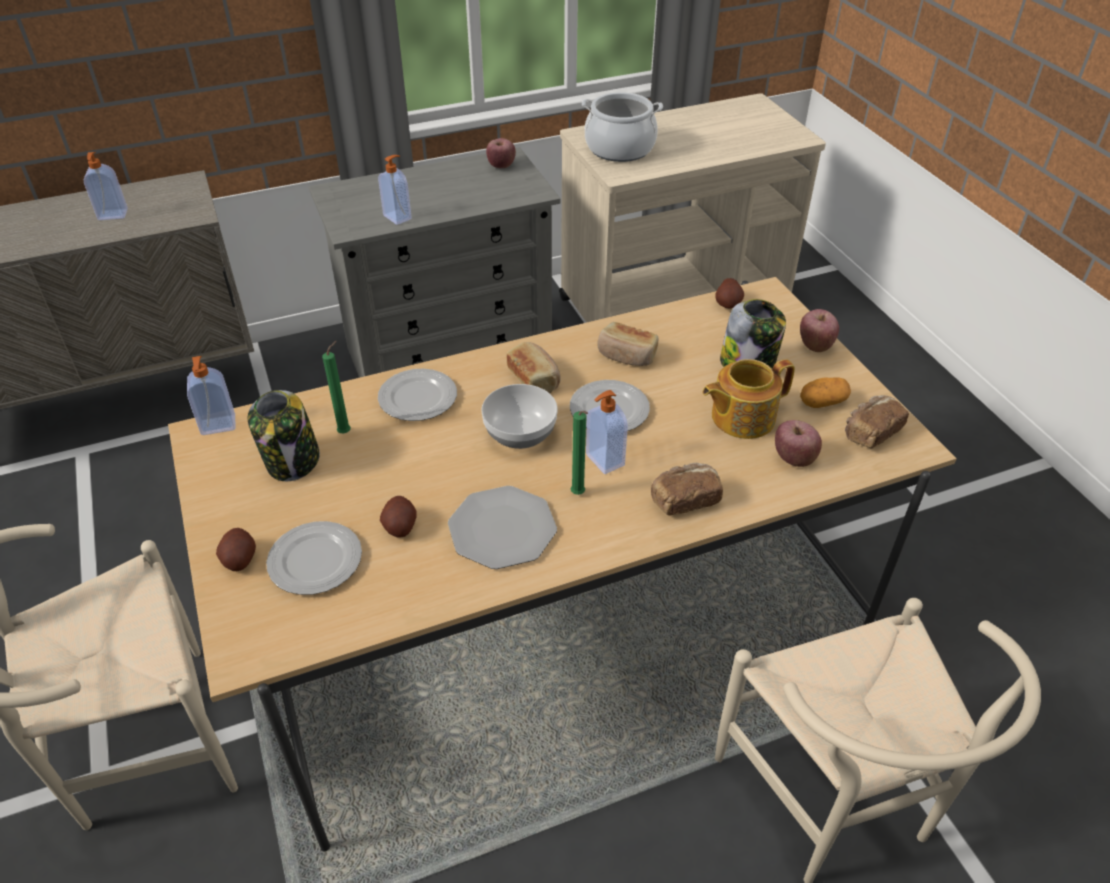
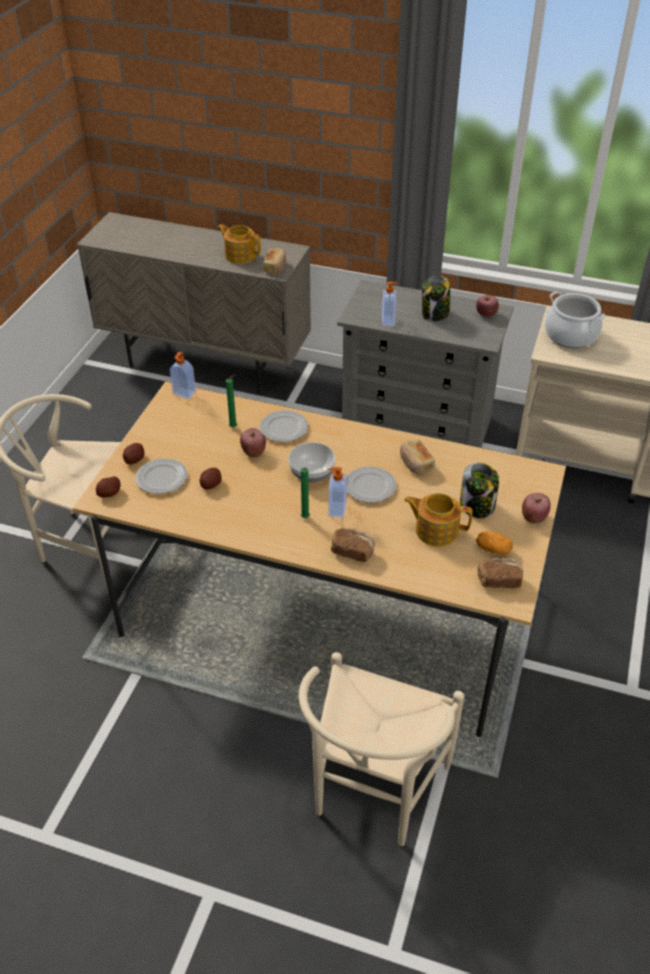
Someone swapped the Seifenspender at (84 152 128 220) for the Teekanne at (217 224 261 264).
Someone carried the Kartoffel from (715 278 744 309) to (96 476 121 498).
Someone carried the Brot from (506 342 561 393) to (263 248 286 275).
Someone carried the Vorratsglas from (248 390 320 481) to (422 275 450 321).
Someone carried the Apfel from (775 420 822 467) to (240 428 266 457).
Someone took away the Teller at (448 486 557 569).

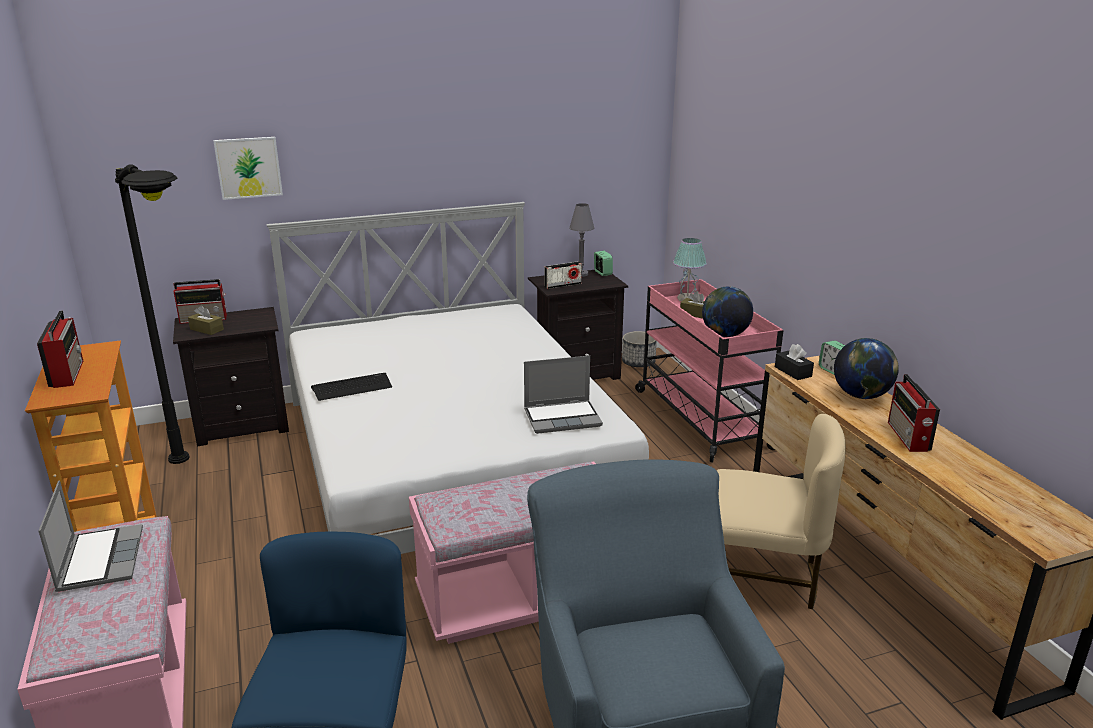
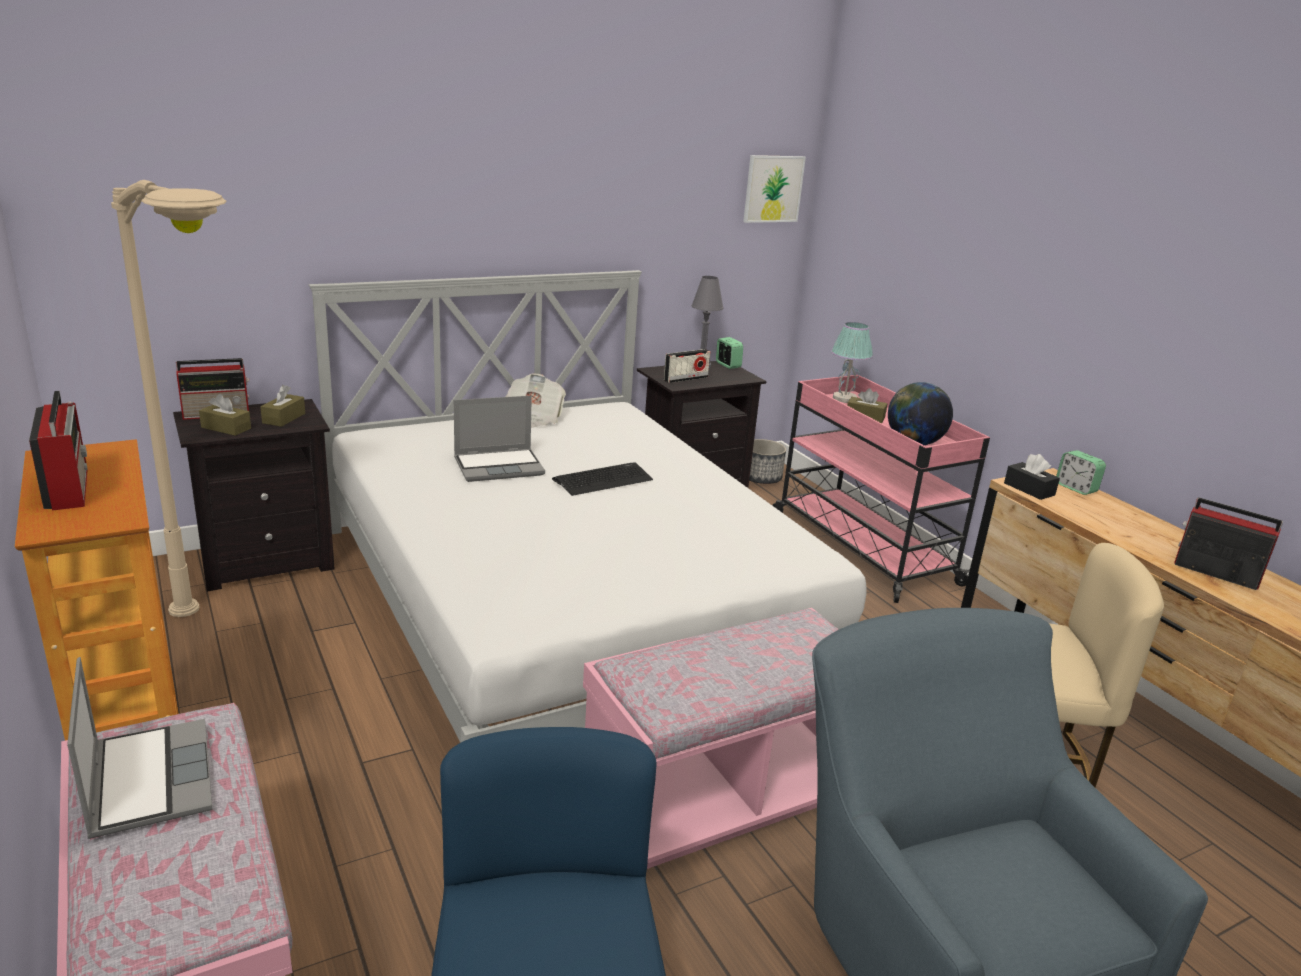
Someone carried the Bild from (213 137 283 200) to (743 155 806 223).
Someone repainted the Stehlampe [schwarz] at (115 164 190 464), which became the Stehlampe [beige] at (111 180 227 617).
Someone took away the Globus at (834 338 899 399).
Someone carried the Laptop from (524 356 603 434) to (454 396 545 482).
Someone carried the Tastatur from (311 373 392 401) to (552 462 653 496).
Someone rotated the Radio at (888 374 940 452) by 135 degrees clockwise.
Someone put down the Zeitung at (506 373 566 428).
Someone put down the Taschentuchbox [braun] at (260 385 305 427).

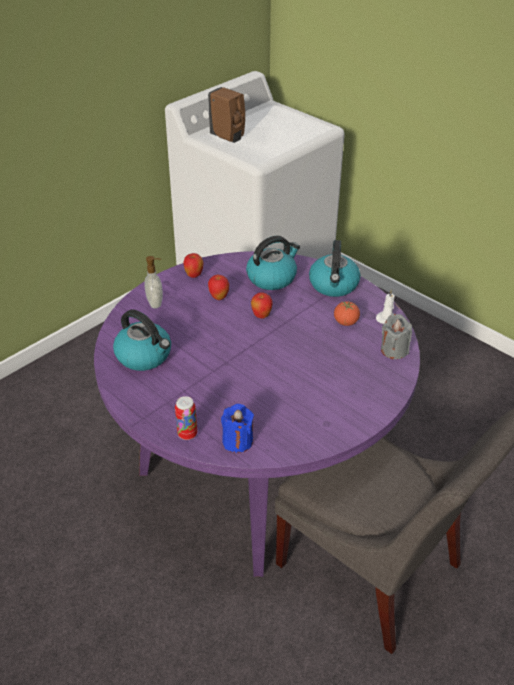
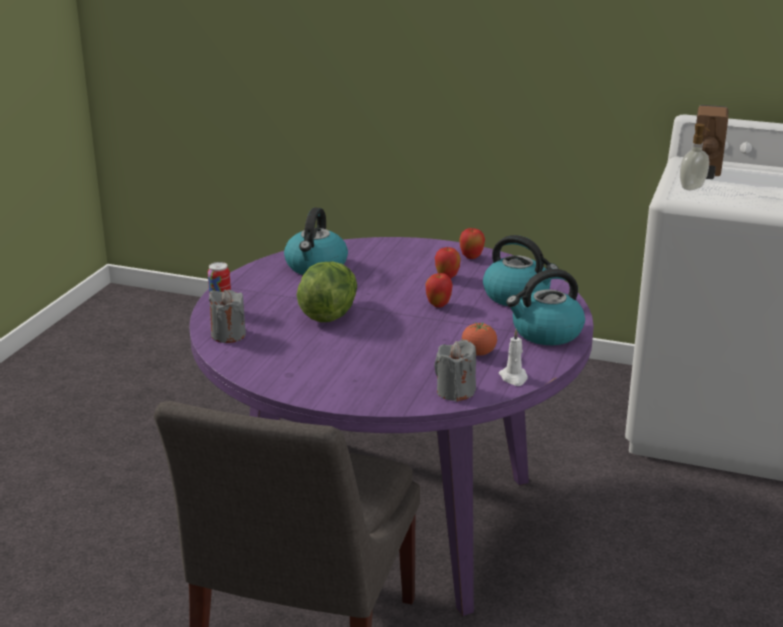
Someone carried the Seifenspender from (144 256 163 309) to (680 123 710 190).
Someone repainted the Kerze [blau] at (221 404 254 453), which became the Kerze [grau] at (209 289 246 343).
Someone put down the Salatkopf at (297 261 357 322).

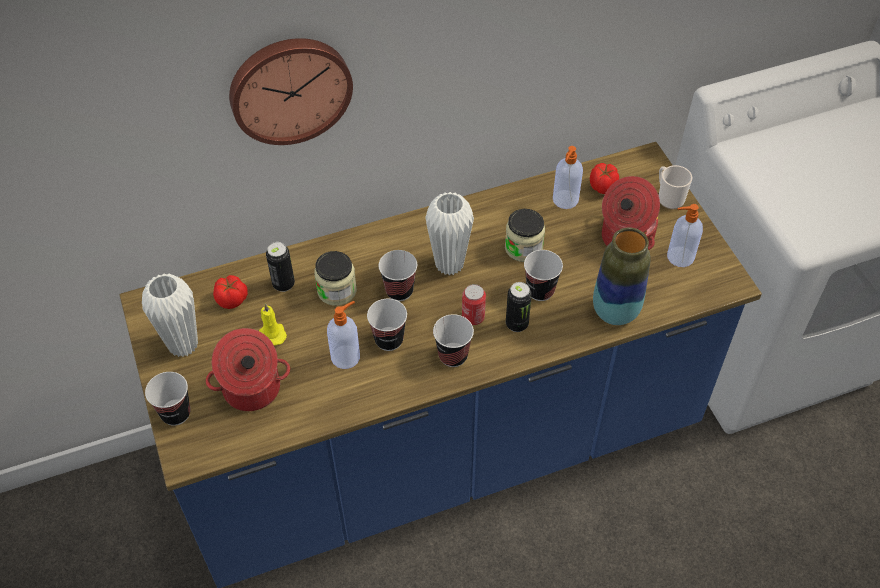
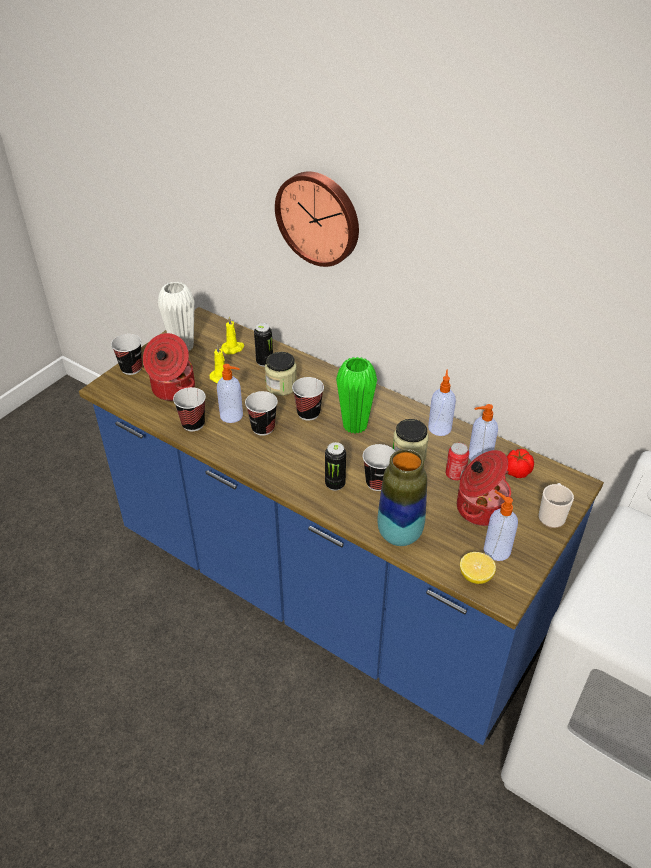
Someone repainted the Vase [weiß] at (425 192 474 275), which became the Vase [grün] at (336 357 377 434).
Someone swapped the Tomate at (213 275 248 309) for the Kerze [gelb] at (221 316 244 354).
Someone carried the Dose from (462 284 486 325) to (446 443 469 481).
Someone carried the Tasse from (433 314 474 367) to (173 387 206 431).
Someone put down the Seifenspender at (428 369 456 436).
Someone put down the Zitrone at (460 552 496 584).

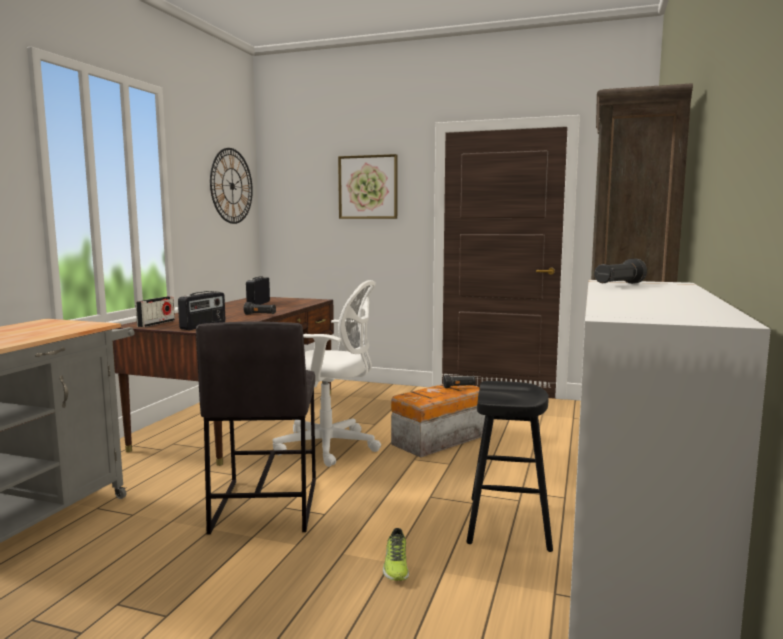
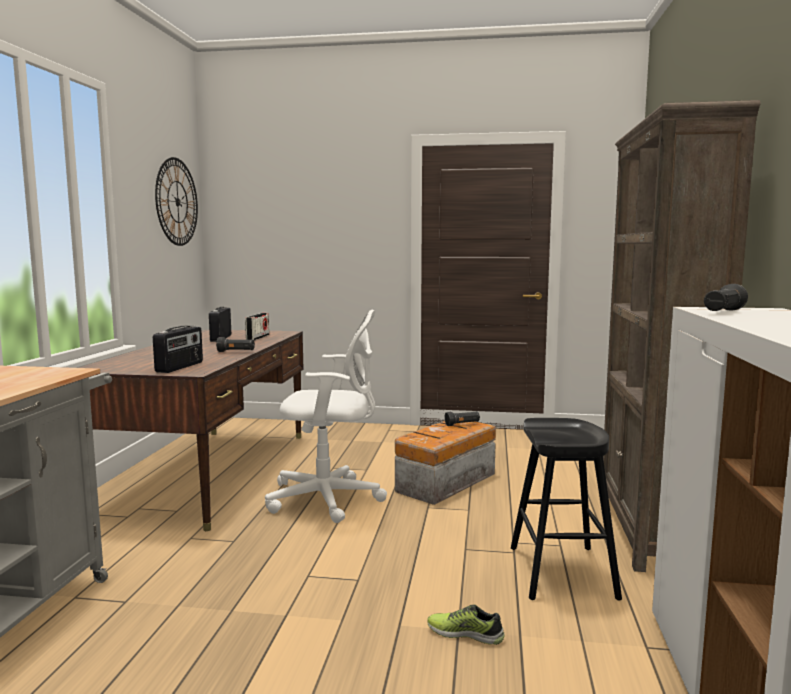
Someone took away the Bild at (338 154 397 219).
Someone carried the Radio from (136 296 175 327) to (245 313 269 341).
Someone took away the Hocker [grau] at (196 322 316 534).
Someone rotated the Schuh at (383 528 409 581) by 120 degrees clockwise.

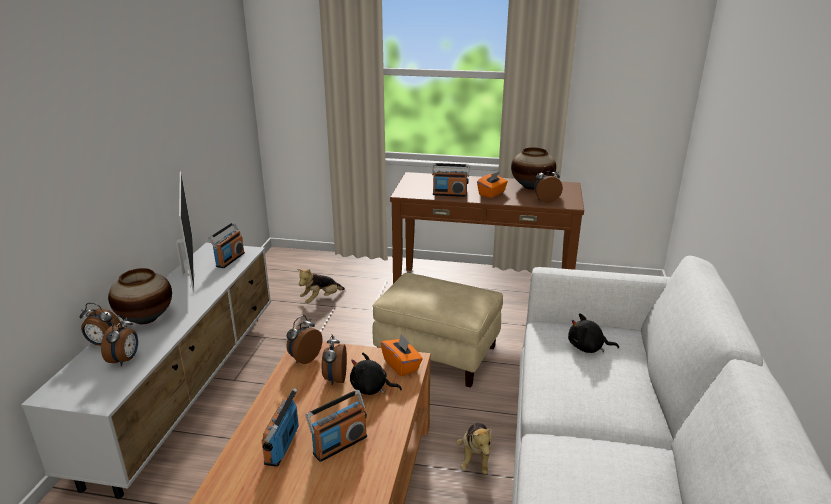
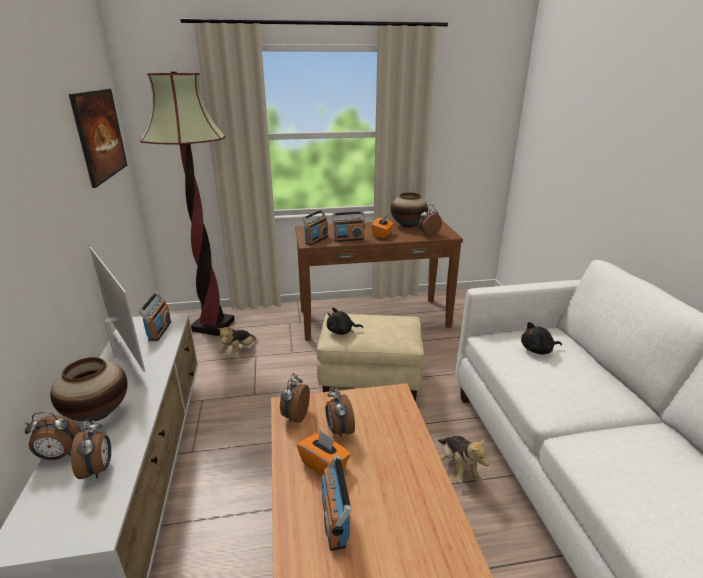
Someone carried the Taschentuchbox [orange] from (381 334 423 376) to (297 430 351 475).
Someone carried the Plüschtier [schwarz] from (350 353 402 395) to (327 307 363 335).
Someone carried the Radio from (306 390 367 462) to (302 210 329 245).
Someone put down the Stehlampe at (140 72 235 336).
Someone put up the Bild at (69 89 127 188).

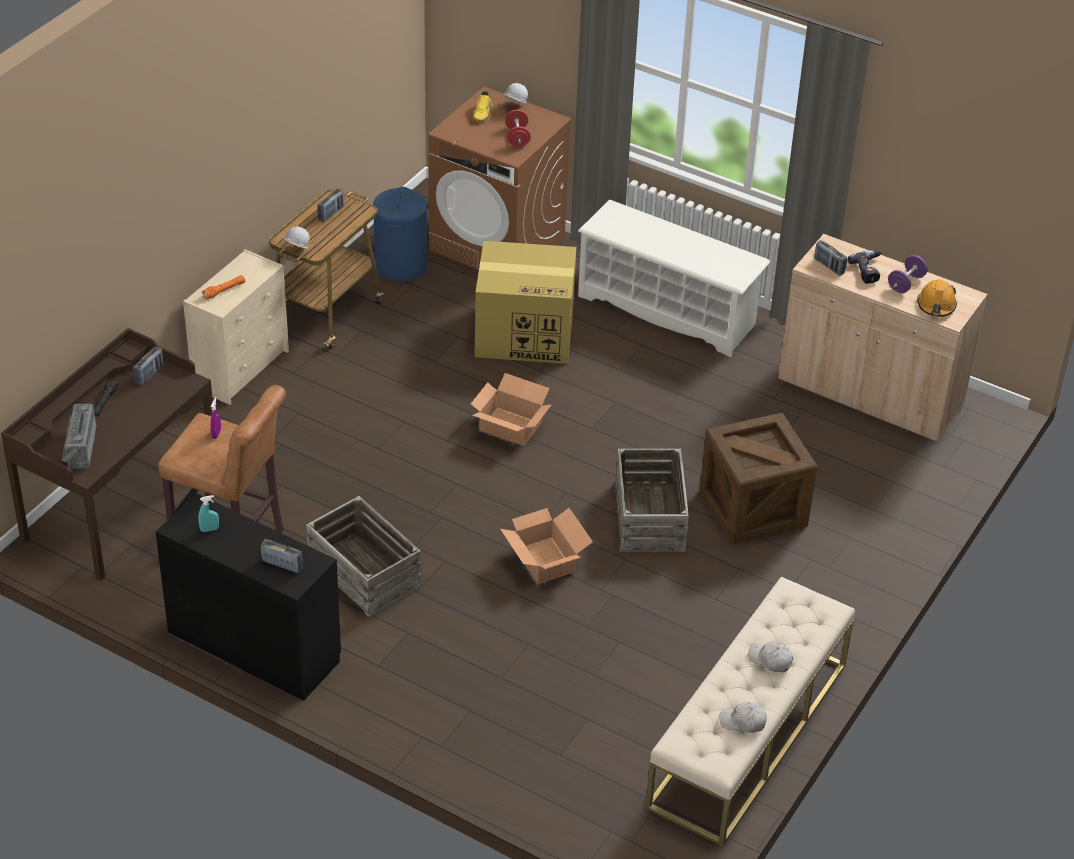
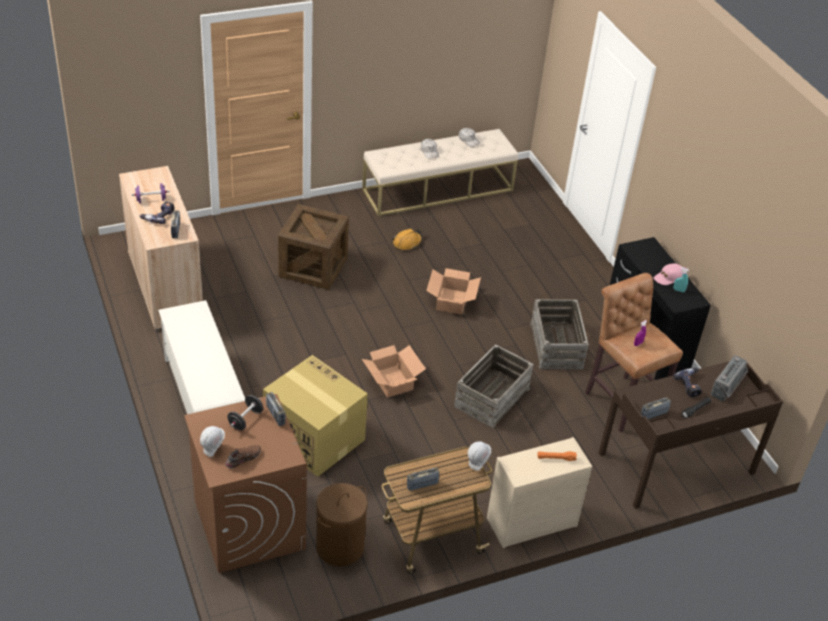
Someone repainted the Schuh [gelb] at (473 91 492 122), which became the Schuh [braun] at (225 445 261 469).
Someone repainted the Hantel [rot] at (505 110 531 147), which became the Hantel [schwarz] at (227 395 263 430).
Someone repainted the Wäschekorb [blau] at (373 187 427 282), which became the Wäschekorb [braun] at (316 483 368 566).
Someone carried the Schutzhelm [orange] from (917 280 957 317) to (392 229 422 250).
Someone carried the Kiste from (614 448 689 552) to (454 344 534 428).
Someone carried the Radio from (261 539 303 573) to (266 392 286 426).
Someone put down the Kappe [rosa] at (654 263 683 285).
Someone put down the Bohrmaschine at (673 368 702 398).

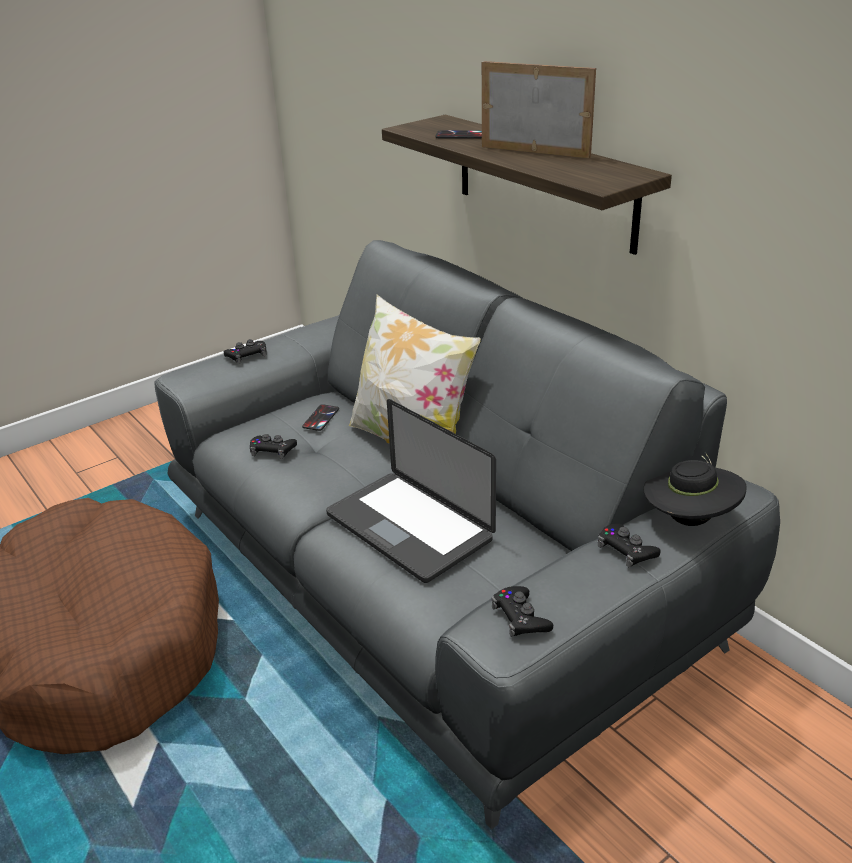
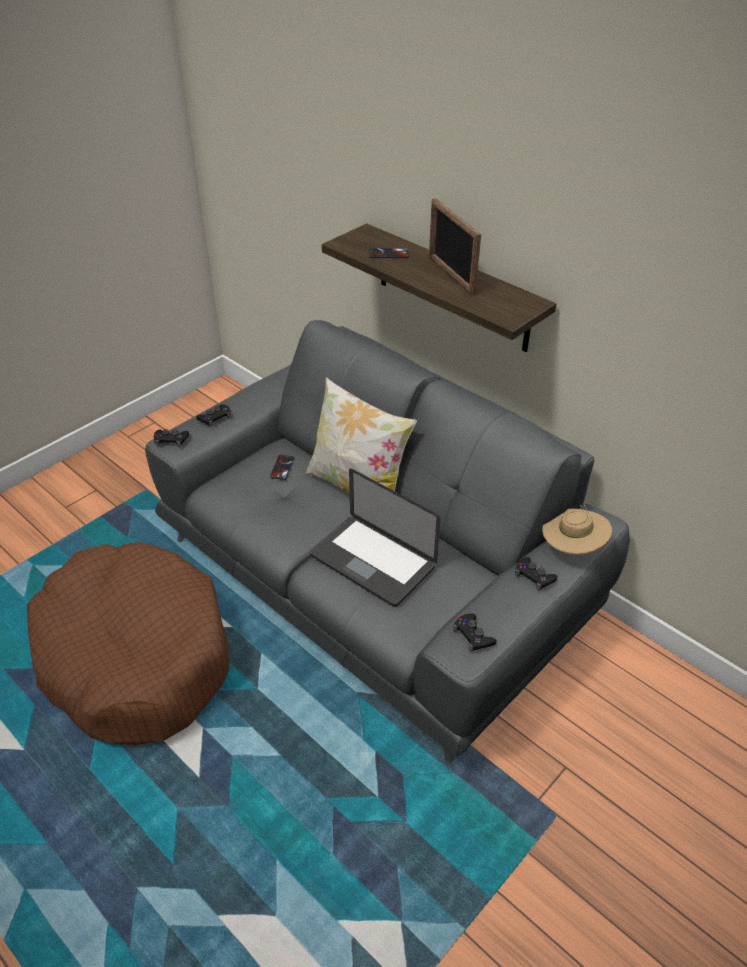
Someone rotated the Bilderrahmen at (482 61 596 158) by 135 degrees counterclockwise.
Someone carried the Gamepad [schwarz] from (250 434 297 459) to (154 429 189 447).
Someone repainted the Hut [schwarz] at (644 452 747 526), which became the Hut [beige] at (542 503 612 555).

